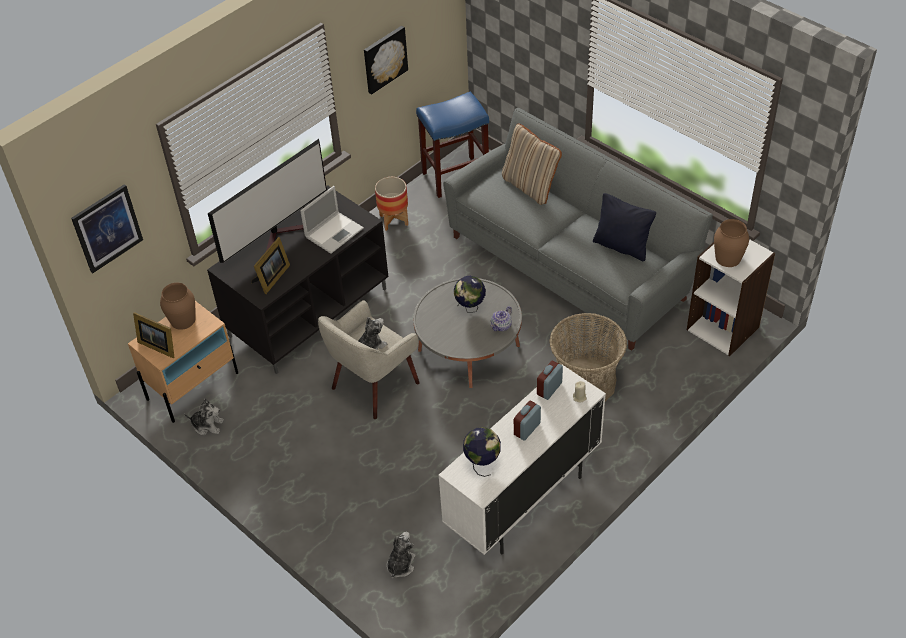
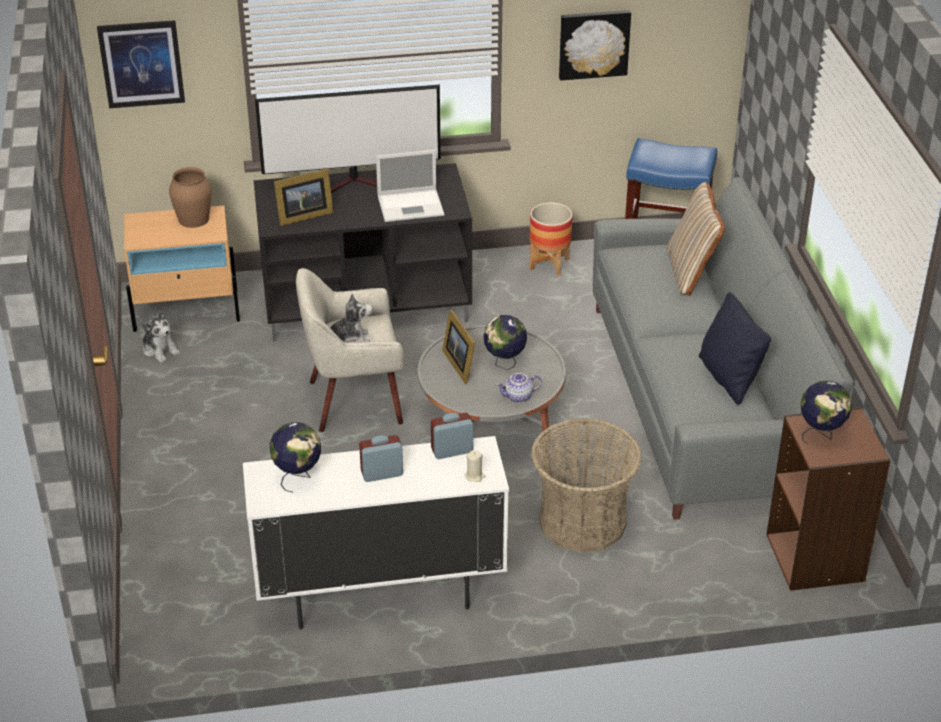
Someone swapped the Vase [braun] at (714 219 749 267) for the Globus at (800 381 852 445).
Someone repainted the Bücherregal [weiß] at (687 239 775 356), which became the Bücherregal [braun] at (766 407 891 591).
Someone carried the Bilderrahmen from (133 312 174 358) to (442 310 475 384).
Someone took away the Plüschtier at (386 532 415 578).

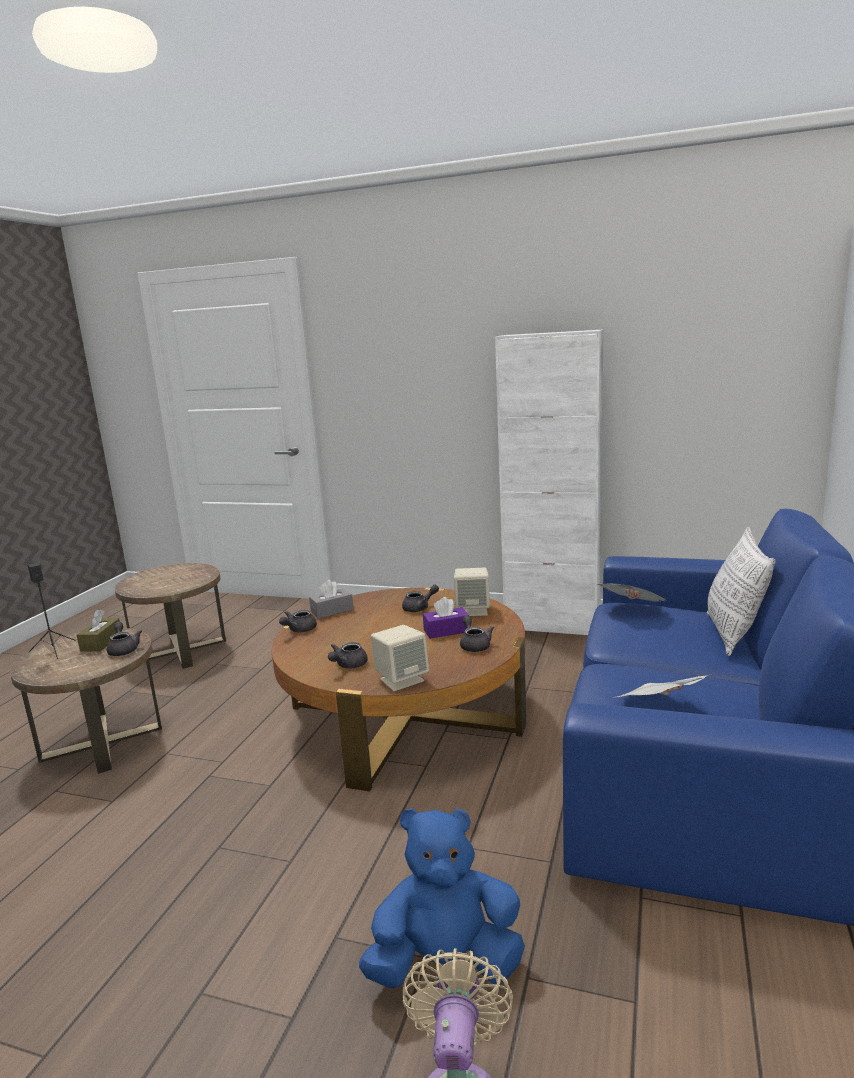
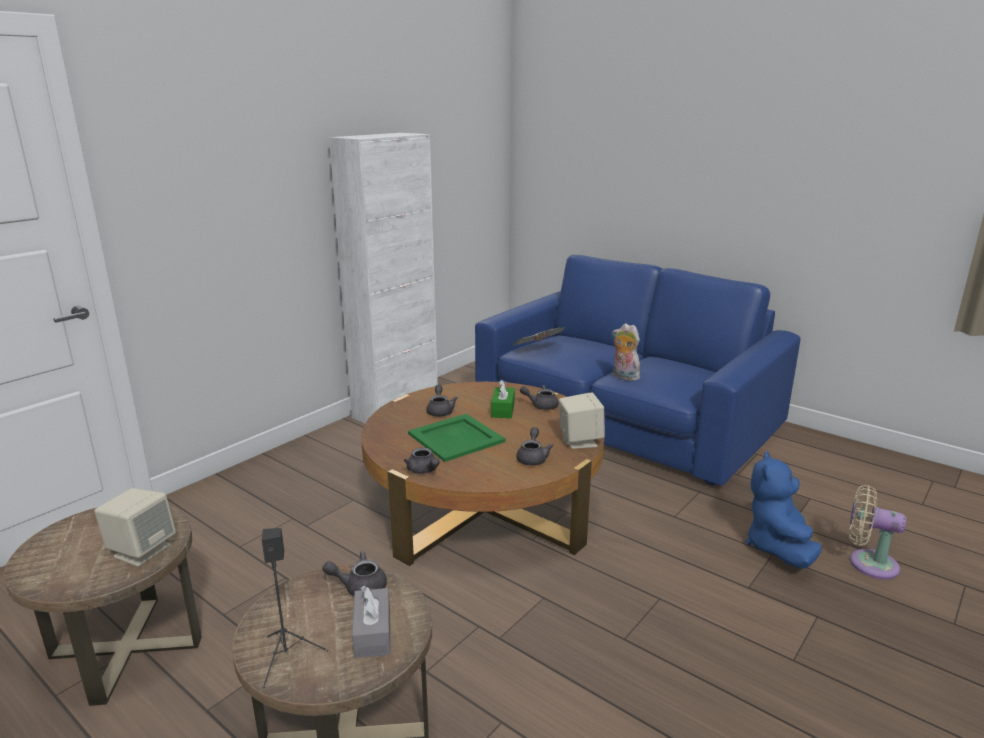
Someone took away the Kissen at (707 527 775 656).
Someone carried the Lautsprecher [beige] from (454 568 490 616) to (94 488 176 567).
Someone carried the Taschentuchbox [grau] from (309 580 353 619) to (352 586 390 658).
Someone repainted the Taschentuchbox [lila] at (423 597 468 639), which became the Taschentuchbox [grün] at (491 379 515 418).
Someone took away the Taschentuchbox [braun] at (76 610 120 652).
Someone rotated the Teekanne [grau] at (328 642 368 668) by 135 degrees counterclockwise.
Someone took away the Zeitung at (612 674 712 698).
Someone put down the Plüschtier at (612 323 640 381).
Someone put down the Tablett [grün] at (408 414 505 462).

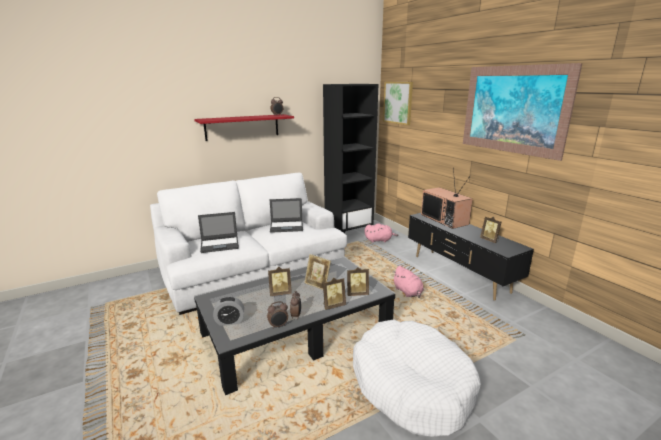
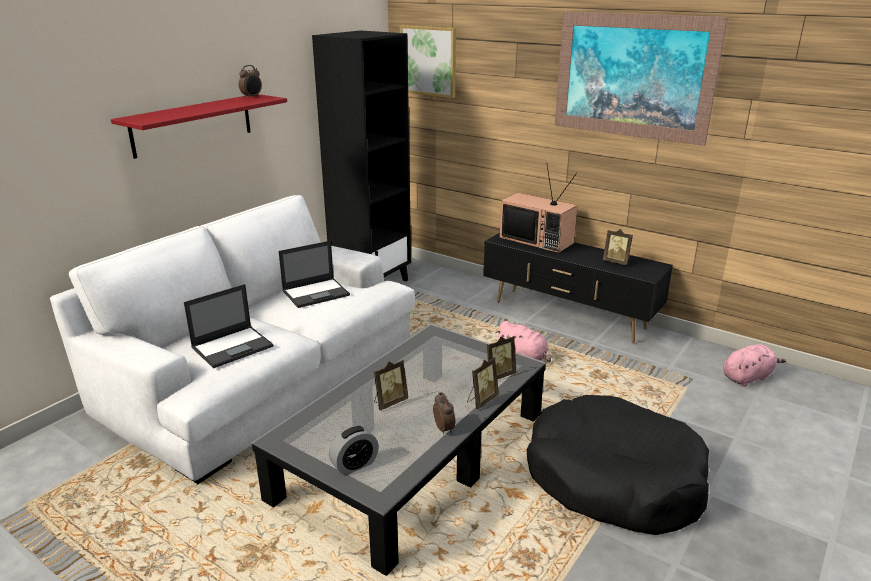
Someone carried the Plüschtier [rosa] from (365 223 399 243) to (723 344 786 386).
Someone took away the Bilderrahmen at (304 254 331 290).
Someone took away the Wecker at (267 301 288 329).
Someone repainted the Hundebett [weiß] at (353 320 481 437), which became the Hundebett [schwarz] at (527 395 709 535).

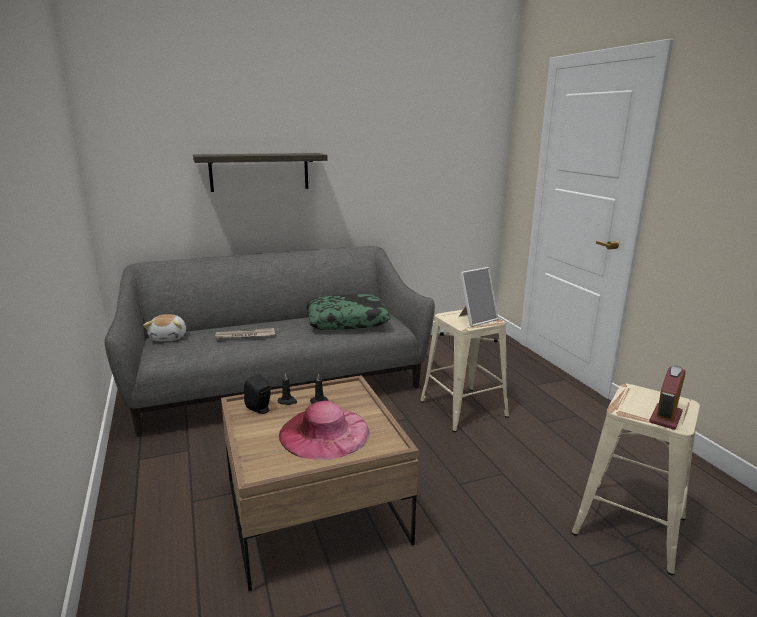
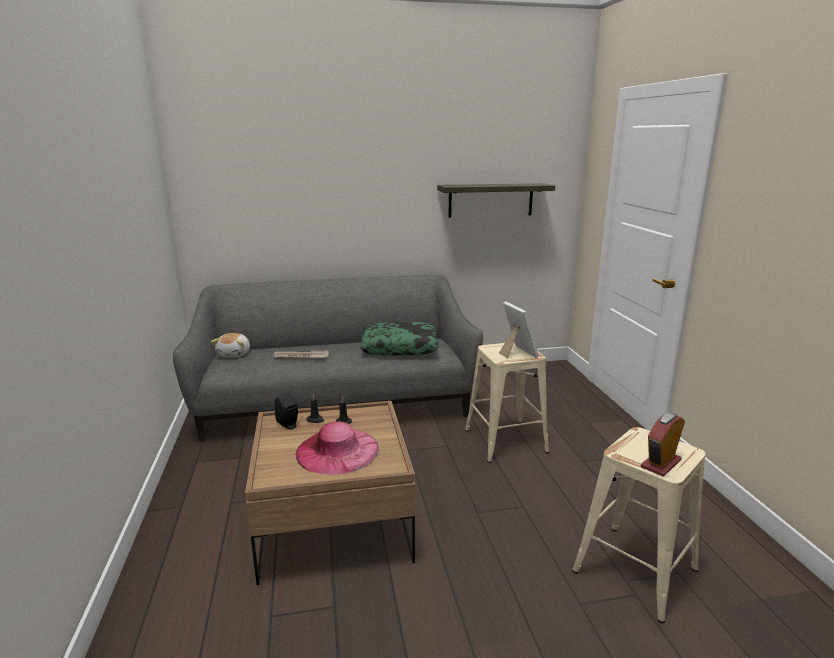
Someone carried the Wandregal from (193 153 328 192) to (437 183 555 218).
Someone rotated the Bilderrahmen at (459 267 499 327) by 90 degrees counterclockwise.

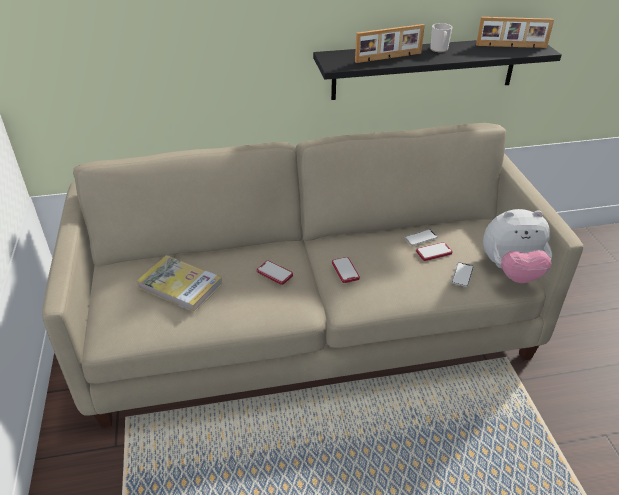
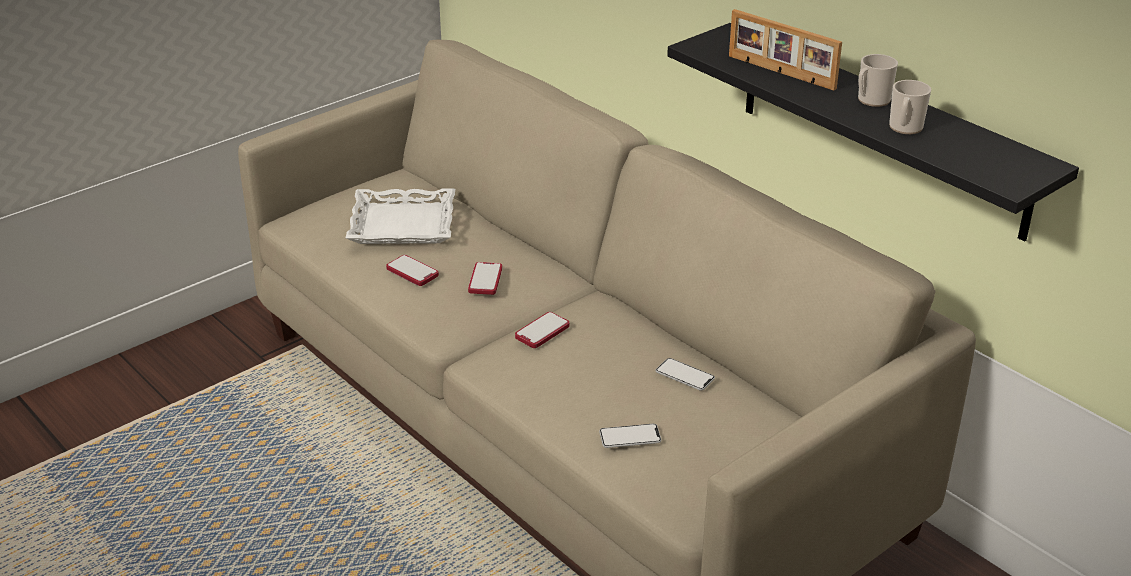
Someone took away the Bilderrahmen at (476 17 554 48).
Someone took away the Plüschtier at (483 209 552 283).
Someone carried the Handy from (416 242 453 261) to (386 255 439 286).
Someone swapped the Buch at (137 255 222 312) for the Tablett [weiß] at (346 188 455 244).
Someone put down the Henkelbecher at (889 80 931 134).

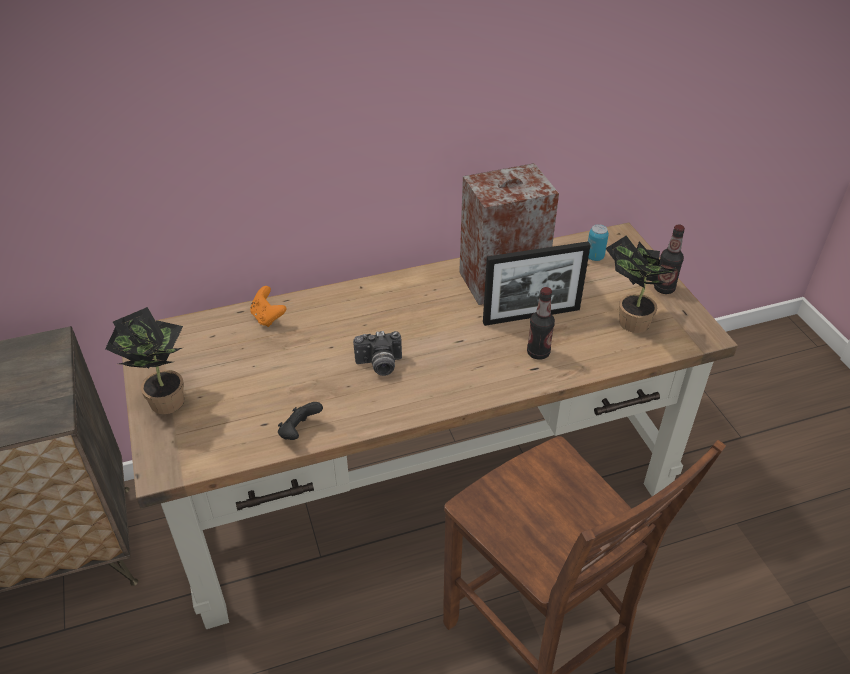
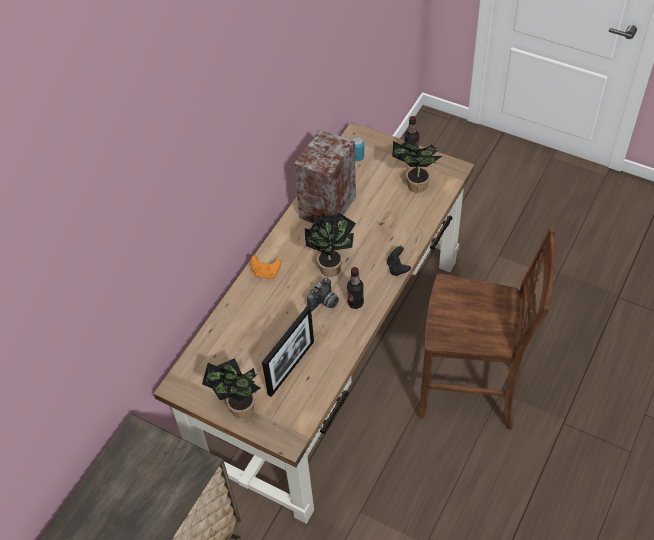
Someone carried the Bilderrahmen from (483 241 591 326) to (262 306 314 397).
Someone carried the Gamepad [orange] from (250 286 286 327) to (251 255 281 279).
Someone carried the Flasche from (527 287 555 360) to (347 267 364 309).
Someone carried the Gamepad [schwarz] from (278 402 323 440) to (387 246 411 276).
Someone put down the Topfpflanze at (305 212 356 277).

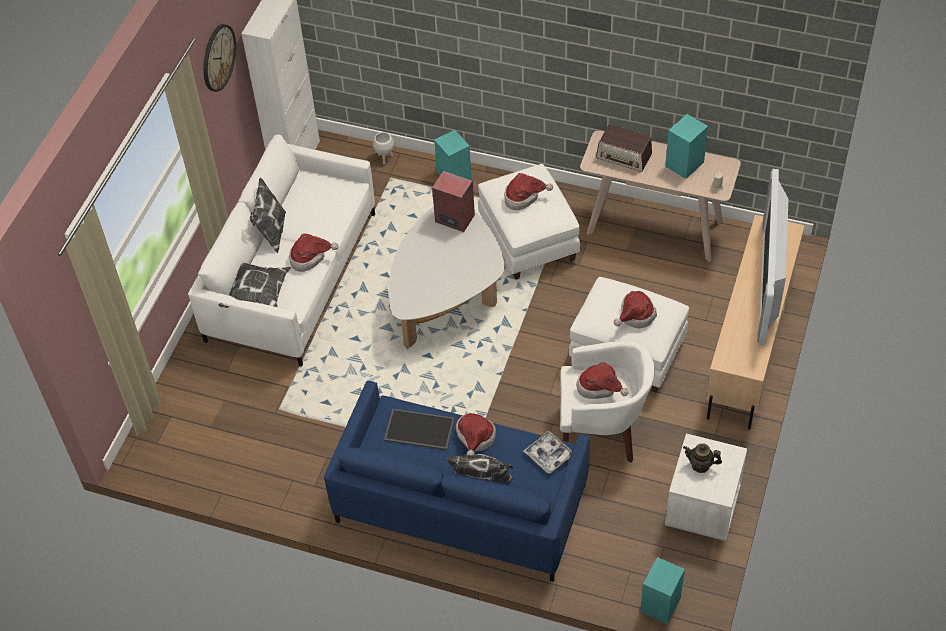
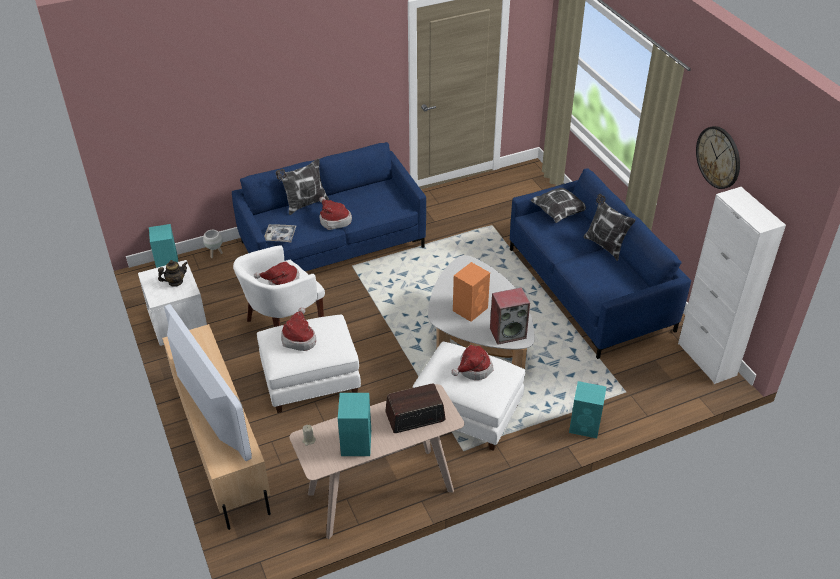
Someone carried the Pflanzkübel [weiß] from (373 132 394 164) to (203 230 223 258).
Someone repainted the Sofa [weiß] at (188 134 375 367), which became the Sofa [blau] at (510 168 691 359).
Someone took away the Hut at (289 234 339 272).
Someone took away the Tablett at (384 409 455 450).
Someone put down the Lautsprecher [orange] at (453 262 490 322).

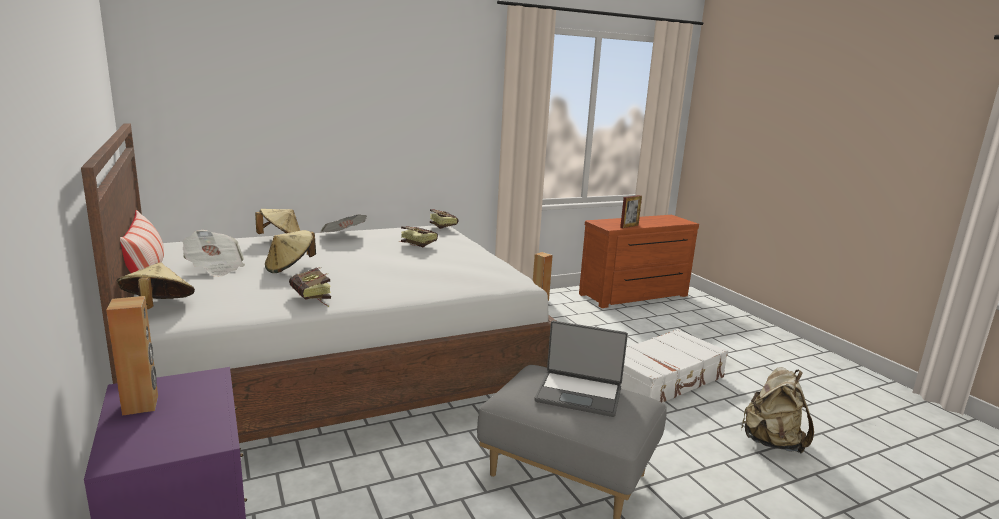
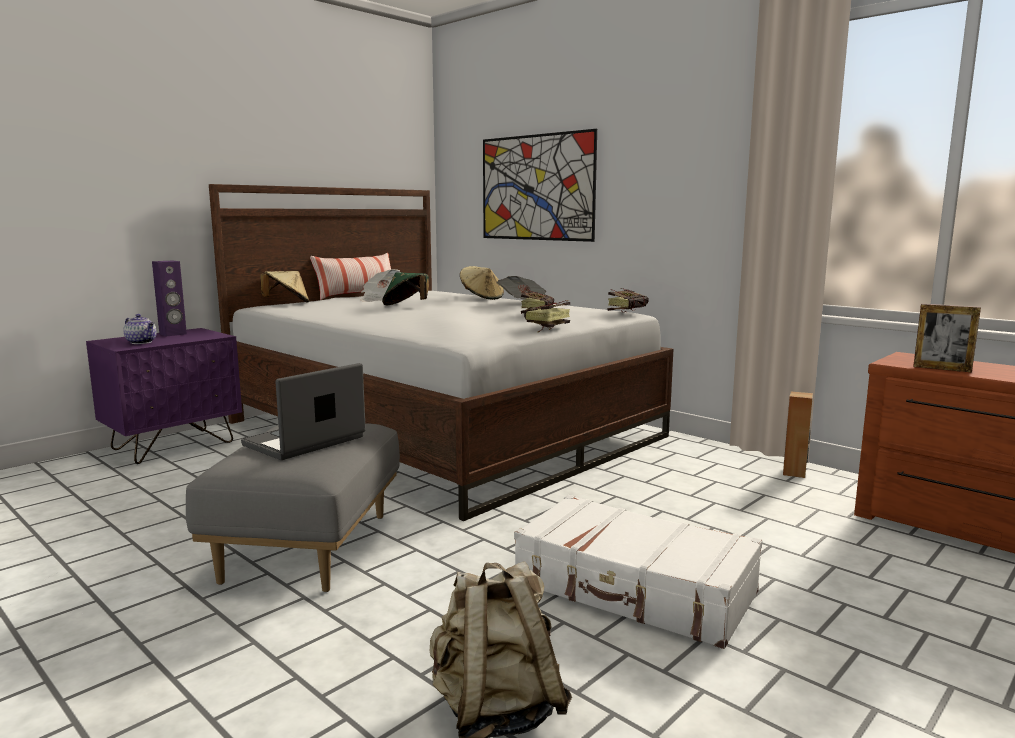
Someone repainted the Hut [beige] at (265 230 316 273), which became the Hut [grün] at (382 273 429 305).
Someone carried the Buch from (289 267 331 307) to (524 301 570 333).
Someone repainted the Lautsprecher [braun] at (106 296 158 416), which became the Lautsprecher [lila] at (152 261 187 337).
Someone rotated the Laptop at (535 321 628 417) by 45 degrees clockwise.
Someone put up the Bild at (483 129 597 242).
Someone put down the Teekanne at (124 314 157 344).

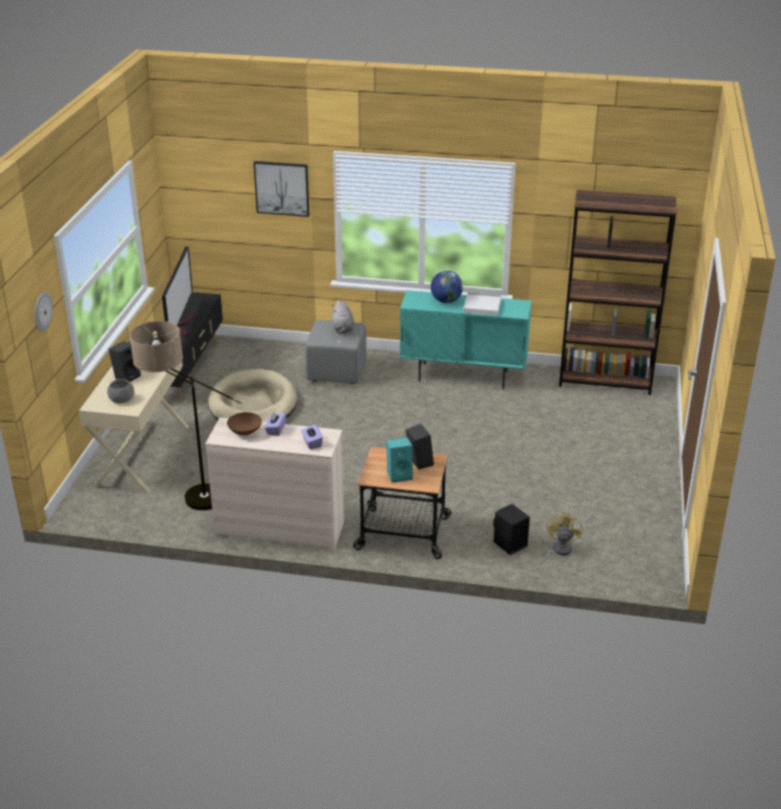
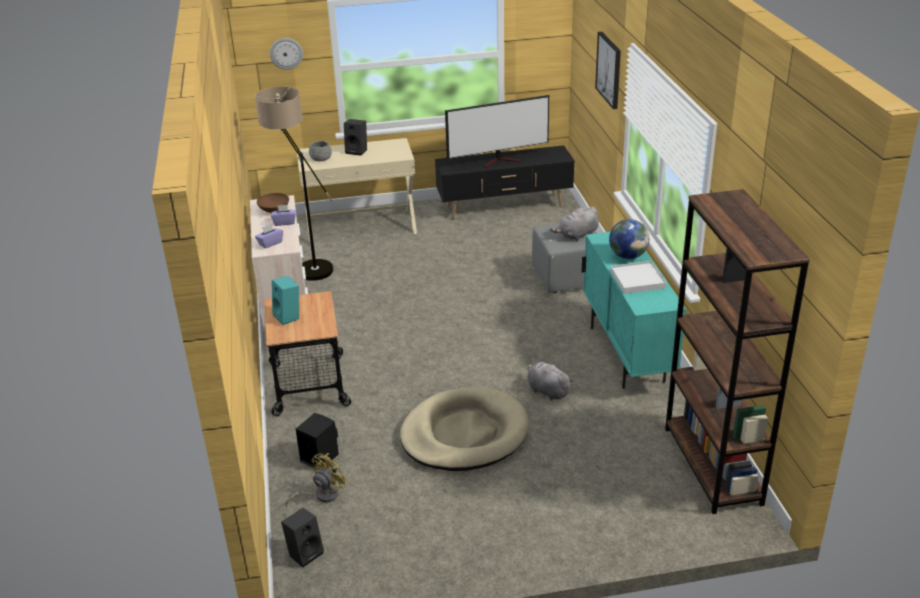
Someone carried the Hundebett [beige] from (208 369 297 422) to (400 387 529 471).
Someone carried the Lautsprecher [schwarz] from (406 424 434 469) to (281 508 324 567).
Someone rotated the Ventilator [gelb] at (540 512 583 566) by 45 degrees counterclockwise.
Someone put down the Plüschtier [grau] at (527 362 574 401).

